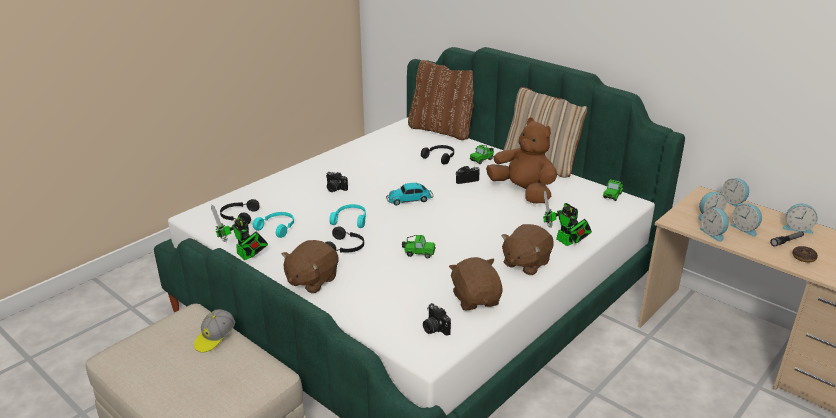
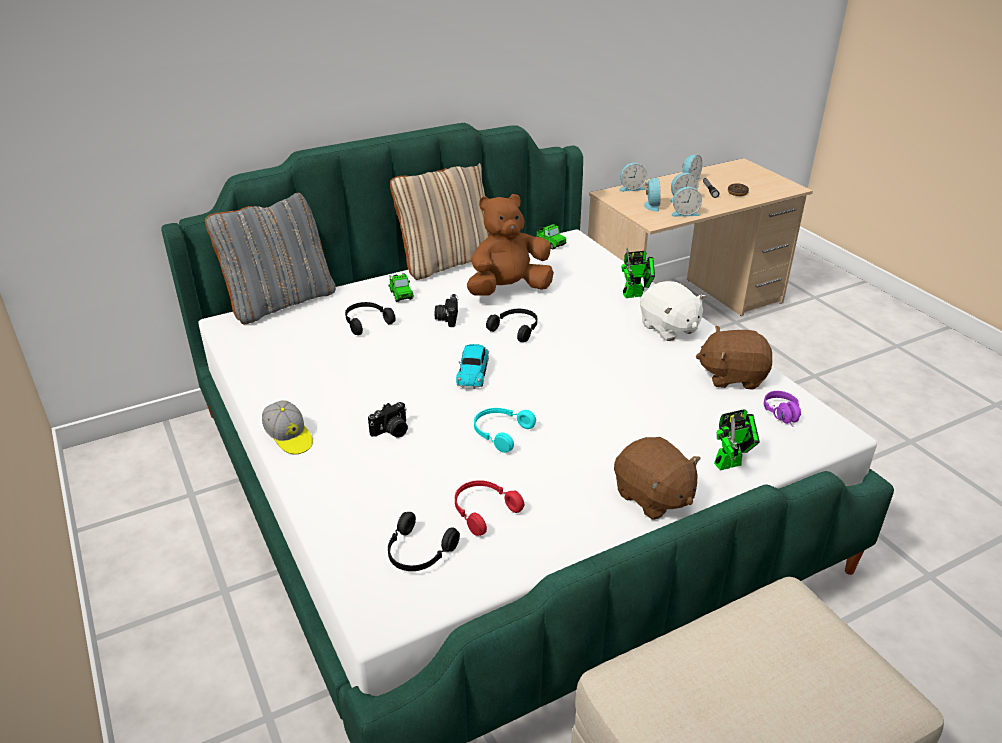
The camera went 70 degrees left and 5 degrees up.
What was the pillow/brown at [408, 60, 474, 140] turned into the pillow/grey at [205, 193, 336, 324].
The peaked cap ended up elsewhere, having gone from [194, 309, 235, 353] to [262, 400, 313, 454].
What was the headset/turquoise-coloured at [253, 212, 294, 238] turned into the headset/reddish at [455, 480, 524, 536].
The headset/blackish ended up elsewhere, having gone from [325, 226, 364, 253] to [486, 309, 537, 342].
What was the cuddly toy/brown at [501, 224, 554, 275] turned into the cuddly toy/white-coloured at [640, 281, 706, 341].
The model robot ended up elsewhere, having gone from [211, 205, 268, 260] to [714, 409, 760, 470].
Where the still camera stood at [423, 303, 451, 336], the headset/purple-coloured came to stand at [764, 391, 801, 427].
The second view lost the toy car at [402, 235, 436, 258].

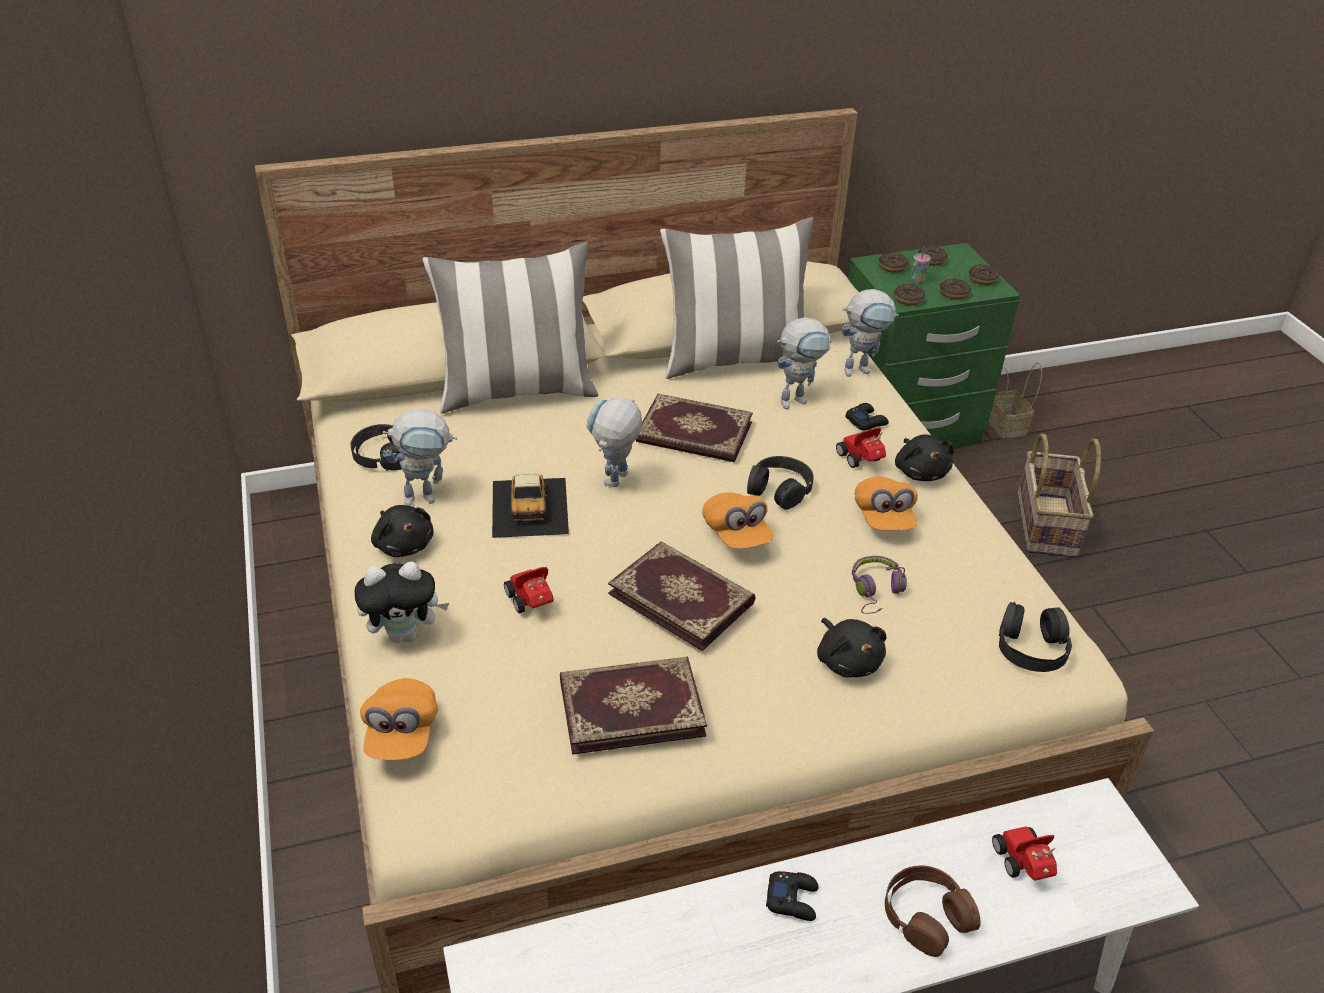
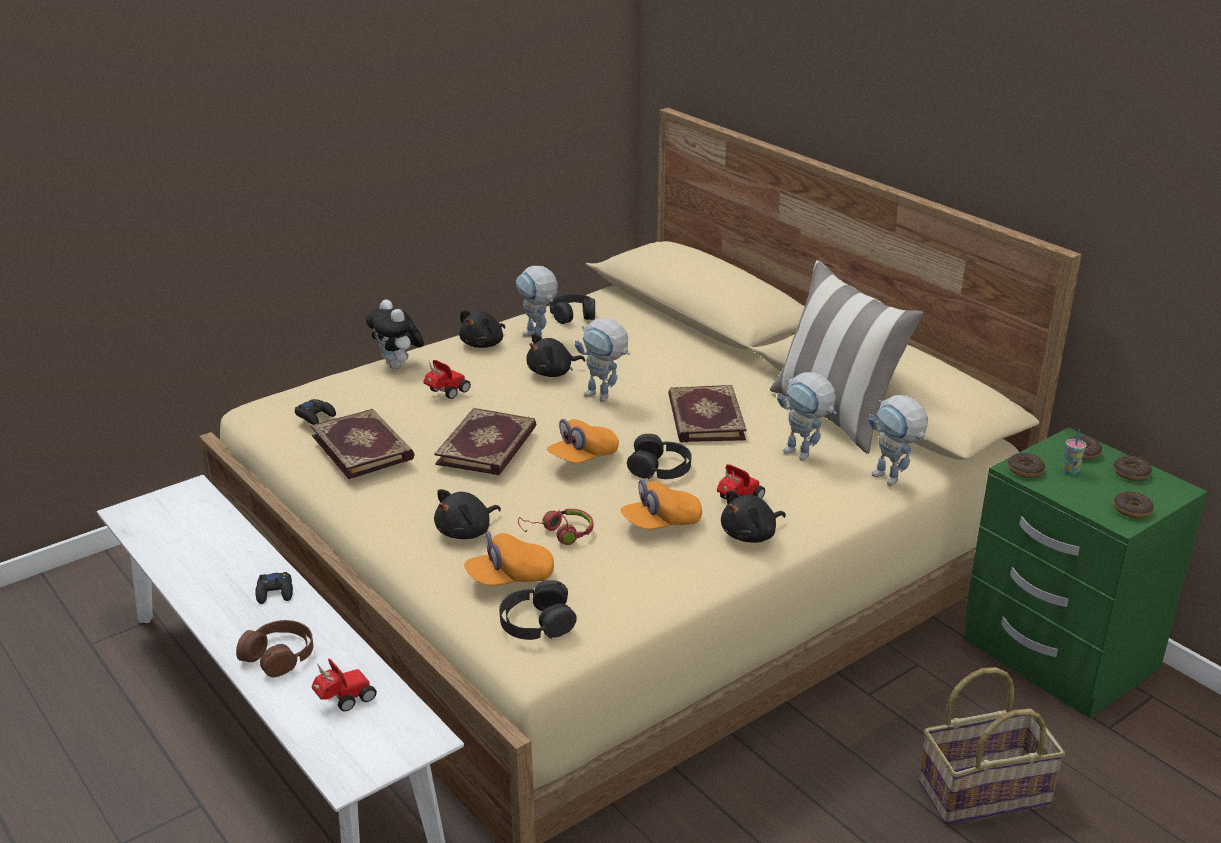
The camera went 70 degrees right and 10 degrees down.
The joypad/blackish ended up elsewhere, having gone from [845, 403, 889, 431] to [295, 399, 336, 425].
The peaked cap/orangey ended up elsewhere, having gone from [360, 678, 438, 760] to [464, 531, 554, 586].
What was the headset/purple-coloured at [852, 556, 907, 614] turned into the headset/reddish at [518, 509, 593, 545].
Where the toy car stood at [492, 473, 569, 538], the cuddly toy/blackish came to stand at [527, 334, 585, 377].
The model robot at [586, 397, 642, 487] ended up facing another way, 150 degrees counterclockwise from before.
The second view lost the pillow at [423, 242, 598, 414].
The second view lost the donut at [940, 278, 971, 300].
The second view lost the household basket at [989, 362, 1042, 438].

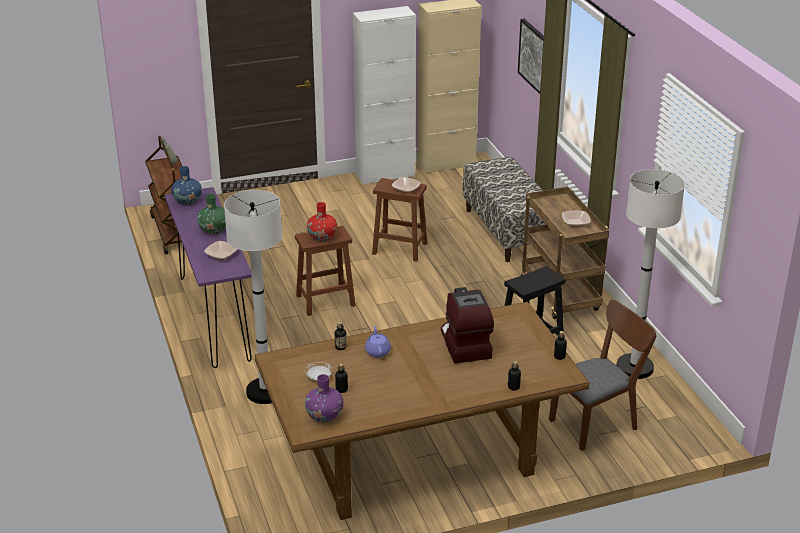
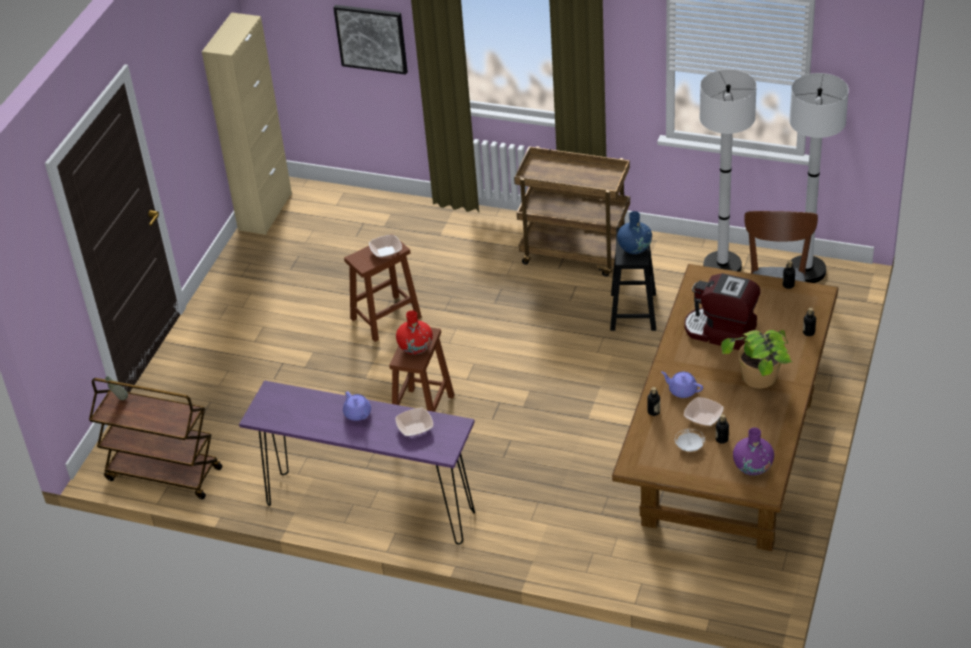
The camera went 50 degrees left and 10 degrees up.
Where the flower vase/green-coloured stood at [197, 194, 226, 234], the tea pot/purple-coloured came to stand at [343, 391, 371, 421].
The flower vase/blue ended up elsewhere, having gone from [171, 166, 202, 205] to [617, 211, 652, 254].
The bowl ended up elsewhere, having gone from [562, 211, 590, 227] to [684, 397, 724, 426].
The second view gained the plant in a pot at [721, 330, 792, 388].
The standard lamp/white-coloured ended up elsewhere, having gone from [224, 190, 282, 404] to [789, 73, 849, 283].
The second view lost the cupboard/white-coloured at [353, 6, 416, 185].
The second view lost the long seat at [463, 157, 545, 262].

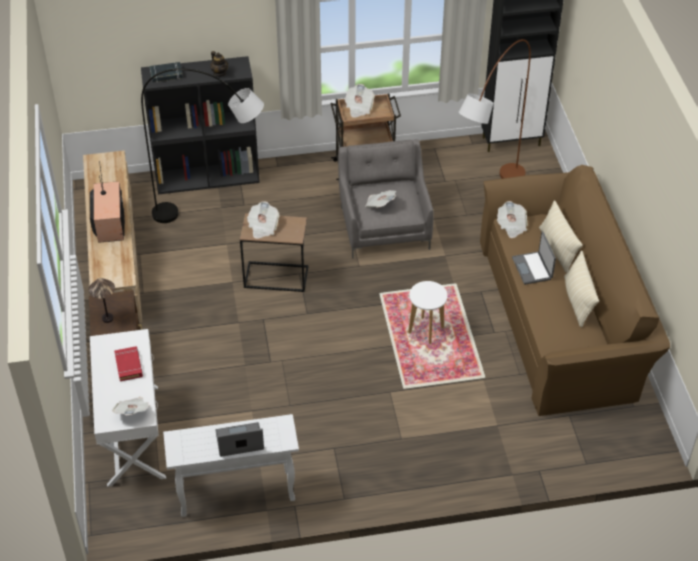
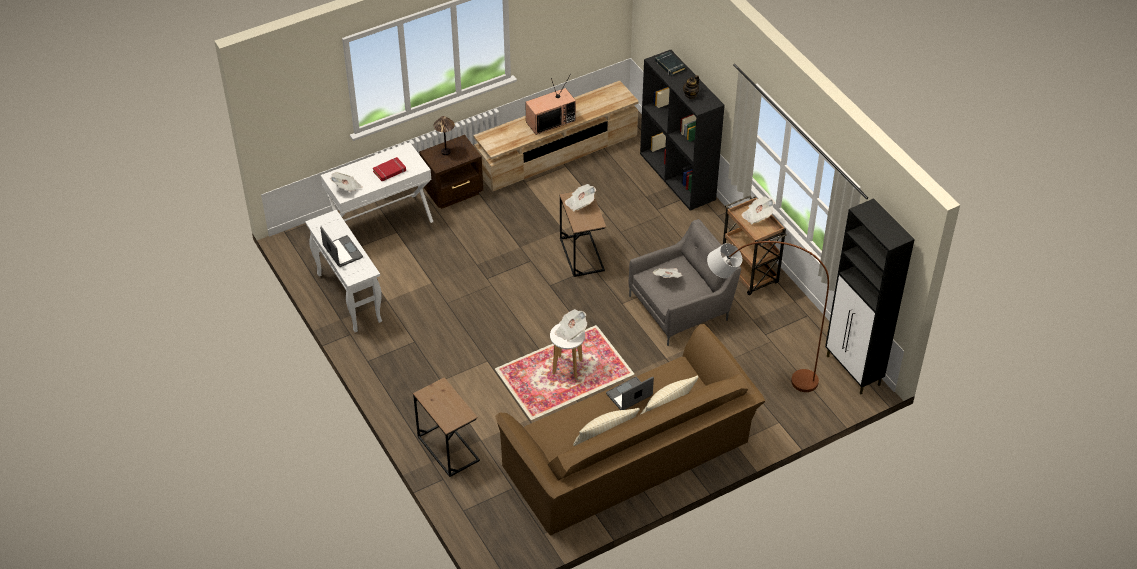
The camera went 70 degrees right and 0 degrees up.
The second view gained the accent table/brown at [413, 377, 480, 477].
The newspaper ended up elsewhere, having gone from [497, 201, 528, 238] to [555, 309, 587, 342].
The second view lost the standard lamp/grey at [141, 68, 264, 223].

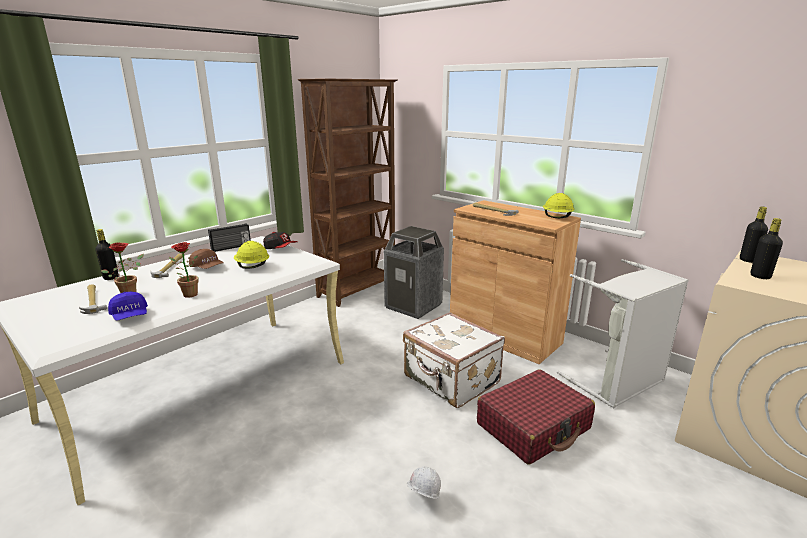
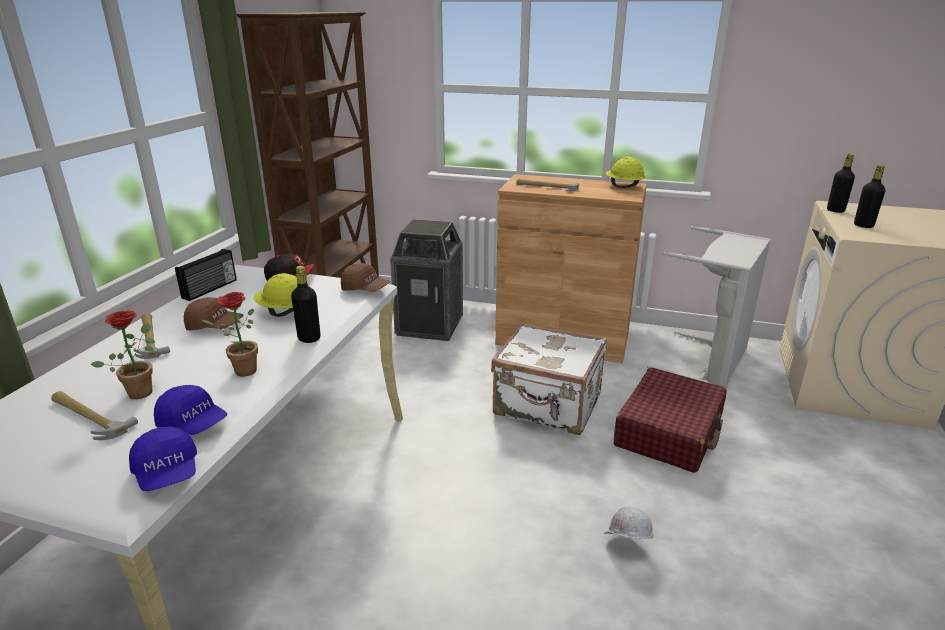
The camera went 25 degrees left and 5 degrees up.
The second view gained the peaked cap/blue at [129, 426, 197, 491].
The bottle/blackish ended up elsewhere, having gone from [95, 229, 119, 280] to [291, 266, 320, 343].
The second view gained the peaked cap/brown at [341, 263, 391, 291].

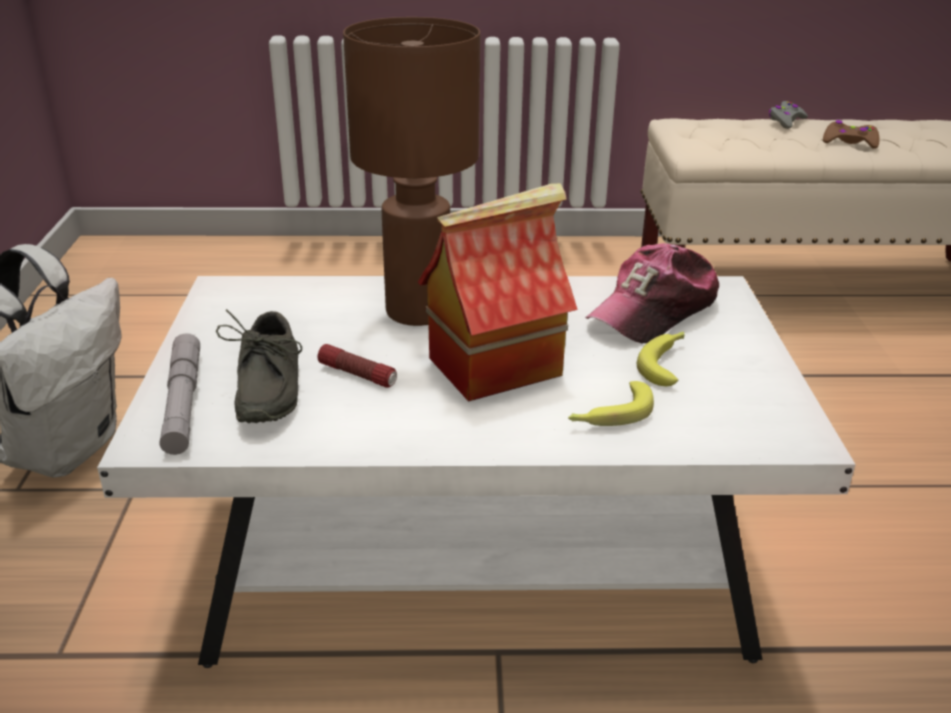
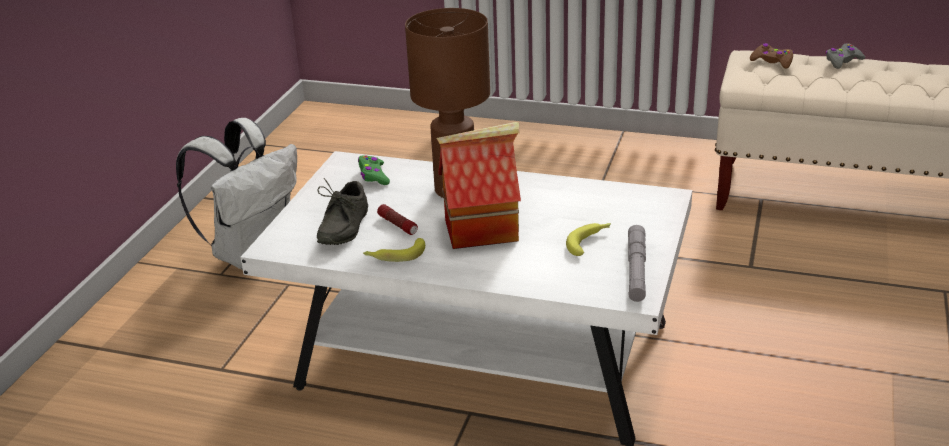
The camera went 20 degrees right and 0 degrees up.
The second view gained the joypad/green-coloured at [358, 155, 390, 185].
The whole banana ended up elsewhere, having gone from [568, 381, 654, 426] to [363, 238, 425, 262].
The hand torch/grey ended up elsewhere, having gone from [159, 334, 200, 455] to [628, 225, 646, 302].
The joypad/brown ended up elsewhere, having gone from [823, 120, 879, 148] to [750, 43, 794, 69].
The second view lost the peaked cap at [585, 243, 719, 344].

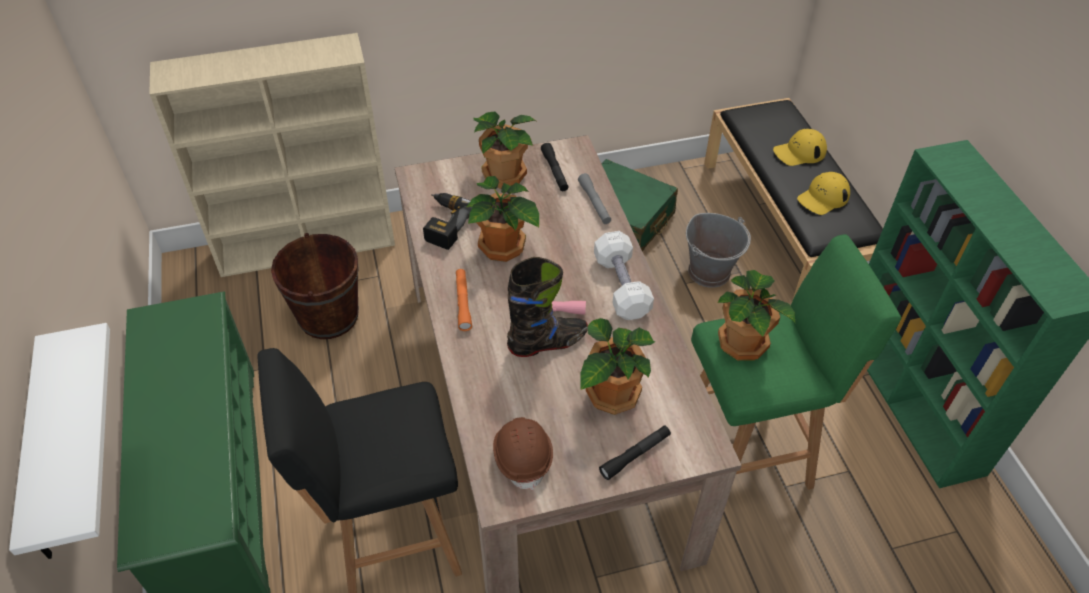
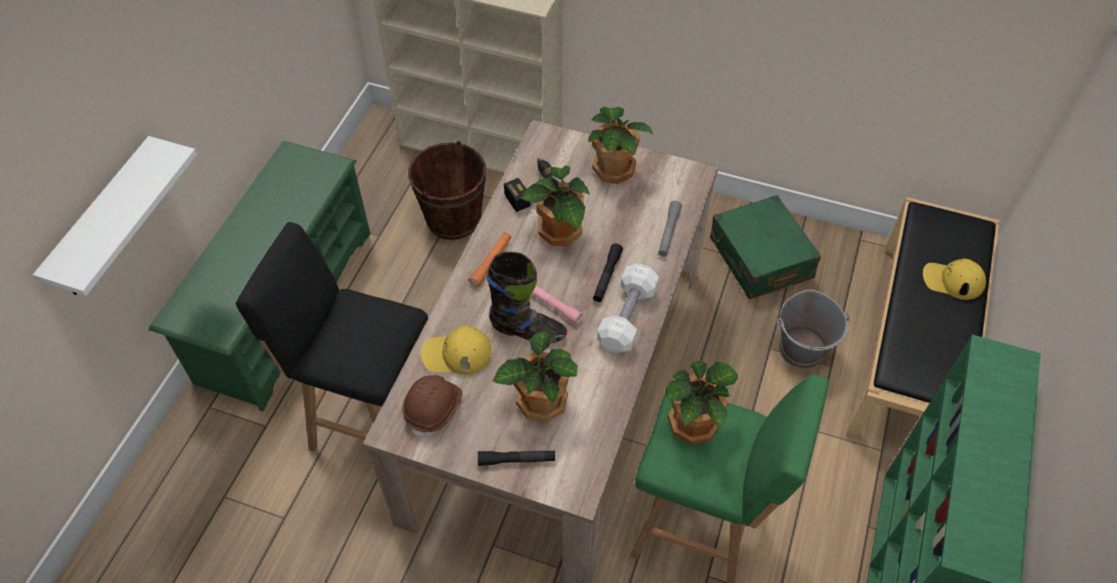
The camera went 35 degrees right and 5 degrees up.
The peaked cap/yellow-coloured ended up elsewhere, having gone from [797, 172, 850, 215] to [421, 326, 493, 375].
The hand torch/blackish ended up elsewhere, having gone from [541, 143, 568, 191] to [593, 244, 623, 302].

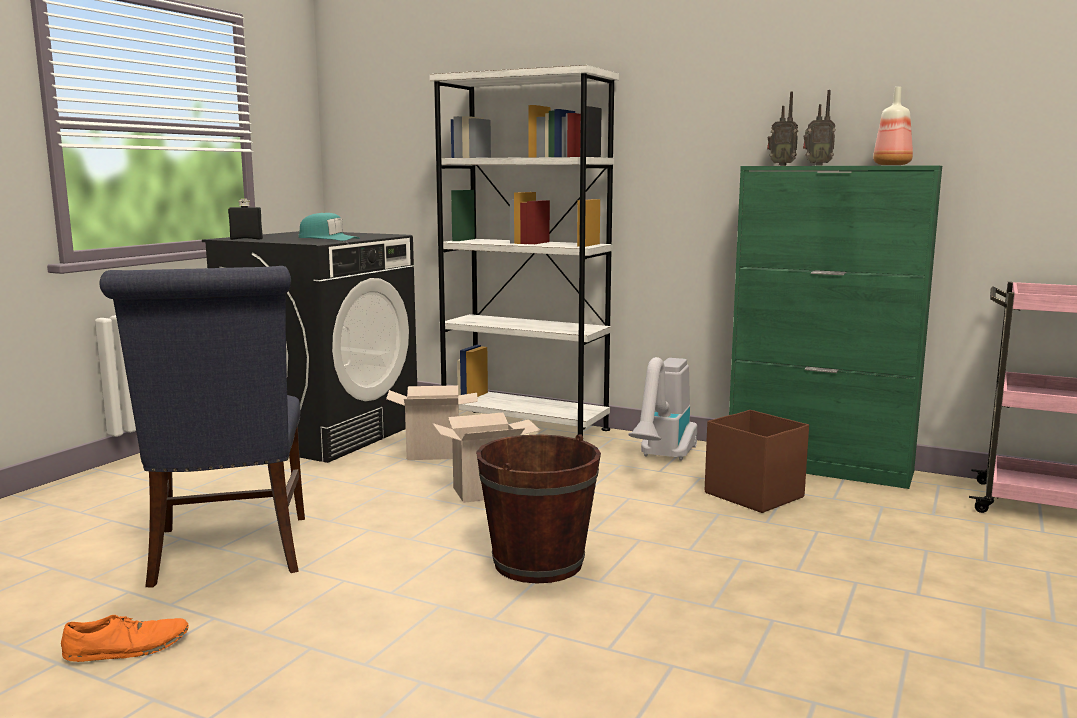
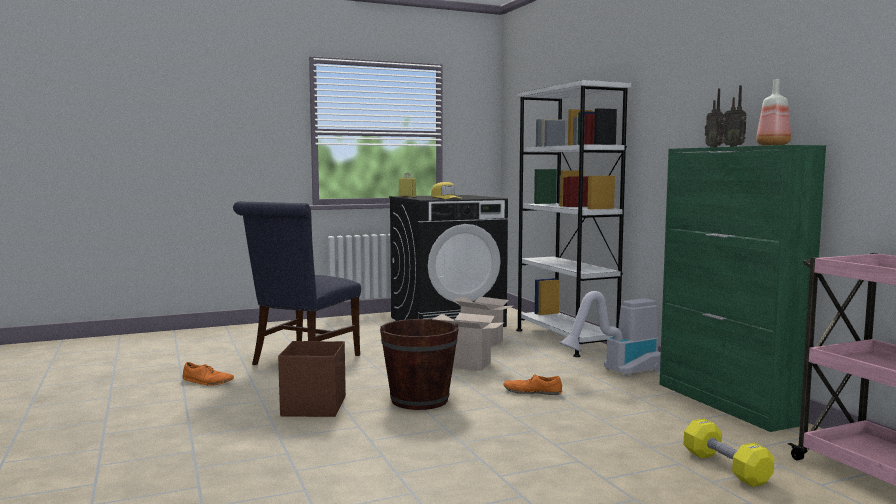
The camera went 40 degrees right and 5 degrees down.
The storage bin/brown ended up elsewhere, having gone from [705, 410, 809, 513] to [278, 341, 346, 417].
What was the bottle/blackish at [228, 199, 263, 240] turned into the bottle/yellow-coloured at [399, 173, 416, 197].
What was the peaked cap/turquoise-coloured at [299, 213, 360, 241] turned into the peaked cap/yellow-coloured at [431, 182, 462, 199].
The second view gained the shoe/orangey at [503, 375, 562, 395].
The second view gained the free weight/yellow-coloured at [684, 419, 774, 487].

